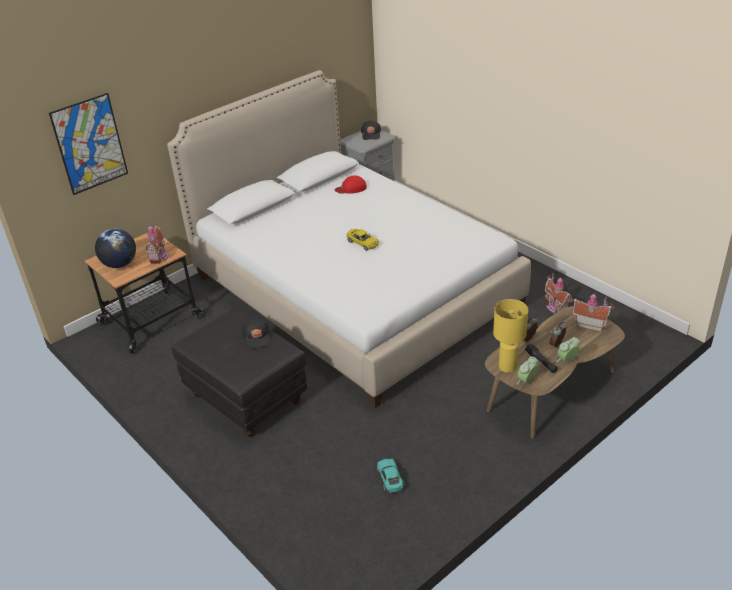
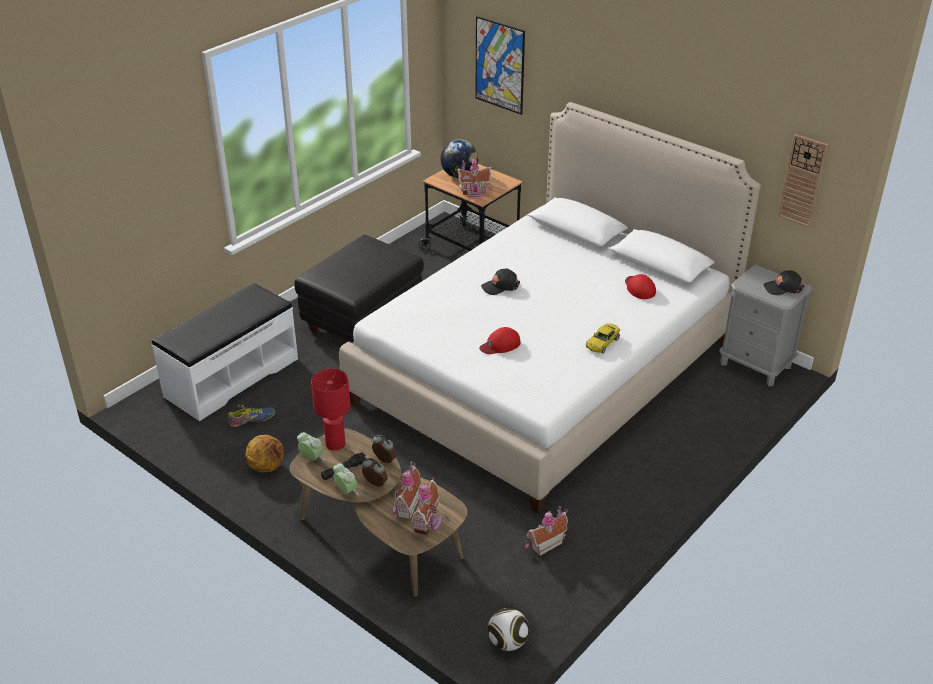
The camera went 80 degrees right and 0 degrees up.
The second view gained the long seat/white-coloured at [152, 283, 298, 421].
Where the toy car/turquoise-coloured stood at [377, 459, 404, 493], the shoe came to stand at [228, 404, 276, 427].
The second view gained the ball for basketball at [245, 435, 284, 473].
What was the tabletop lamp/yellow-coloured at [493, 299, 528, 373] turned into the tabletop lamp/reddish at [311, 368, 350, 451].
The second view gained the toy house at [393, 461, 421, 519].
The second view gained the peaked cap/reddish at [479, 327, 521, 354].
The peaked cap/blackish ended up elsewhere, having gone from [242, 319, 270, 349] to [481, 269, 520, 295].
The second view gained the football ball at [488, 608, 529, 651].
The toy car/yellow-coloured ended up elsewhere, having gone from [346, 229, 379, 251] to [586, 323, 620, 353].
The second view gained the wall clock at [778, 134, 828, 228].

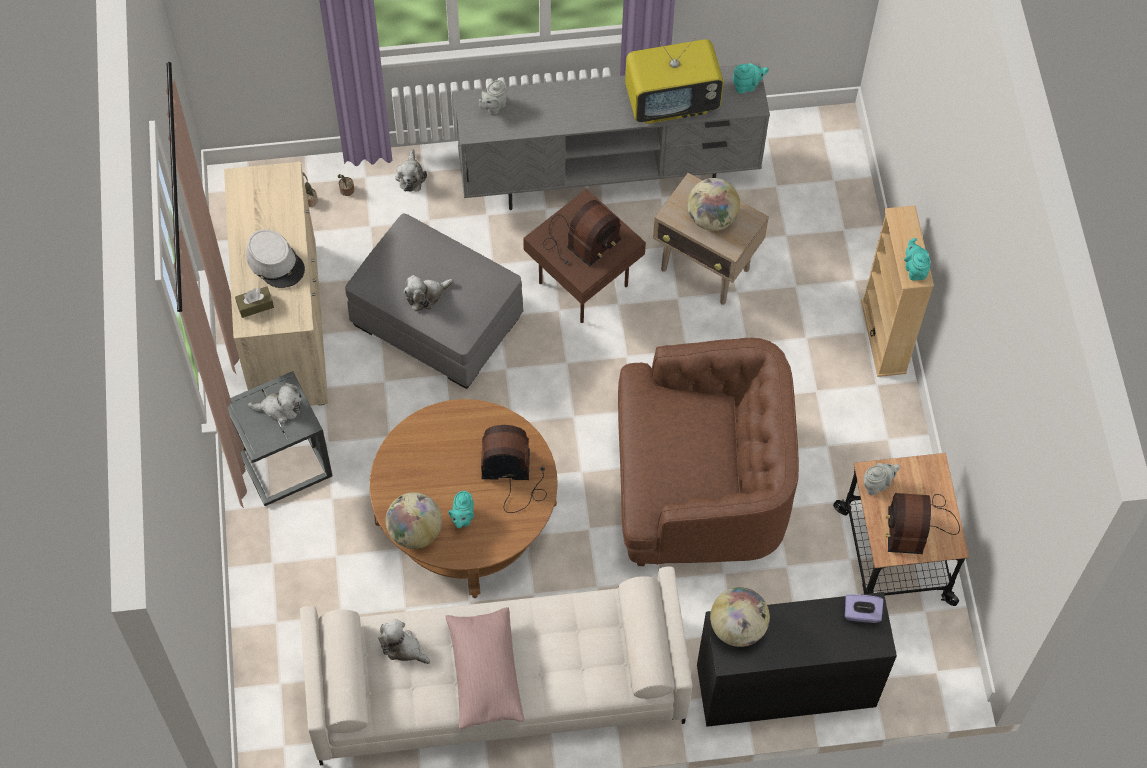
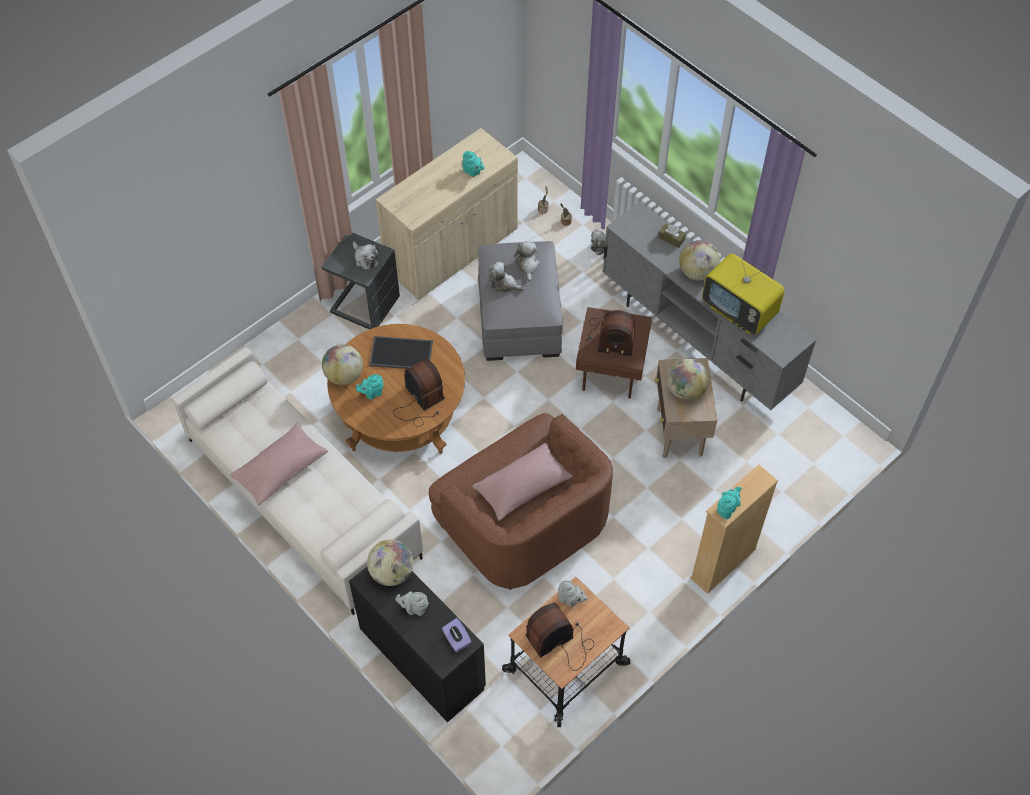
The camera went 55 degrees right and 5 degrees down.
The second view gained the serving tray at [369, 336, 433, 369].
The tea pot/grey ended up elsewhere, having gone from [479, 80, 507, 115] to [396, 591, 429, 616].
The tea pot/turquoise-coloured ended up elsewhere, having gone from [733, 63, 769, 94] to [462, 151, 485, 177].
The second view gained the pillow/pink at [472, 443, 573, 521].
The cuddly toy ended up elsewhere, having gone from [378, 619, 430, 664] to [514, 241, 540, 281].
The tissue holder/brown ended up elsewhere, having gone from [235, 286, 274, 318] to [658, 223, 686, 248].
The second view gained the world globe at [679, 240, 720, 281].
The second view lost the wearable hat/grey at [246, 229, 305, 288].

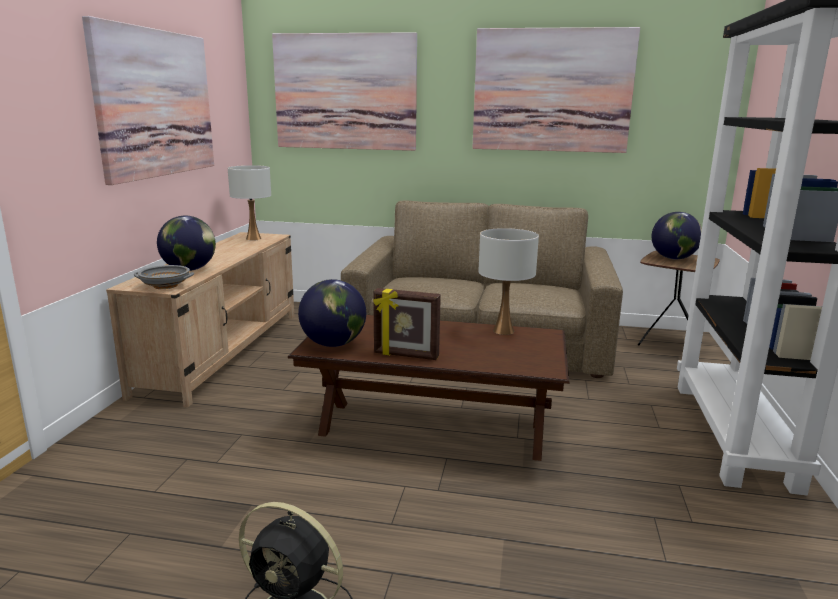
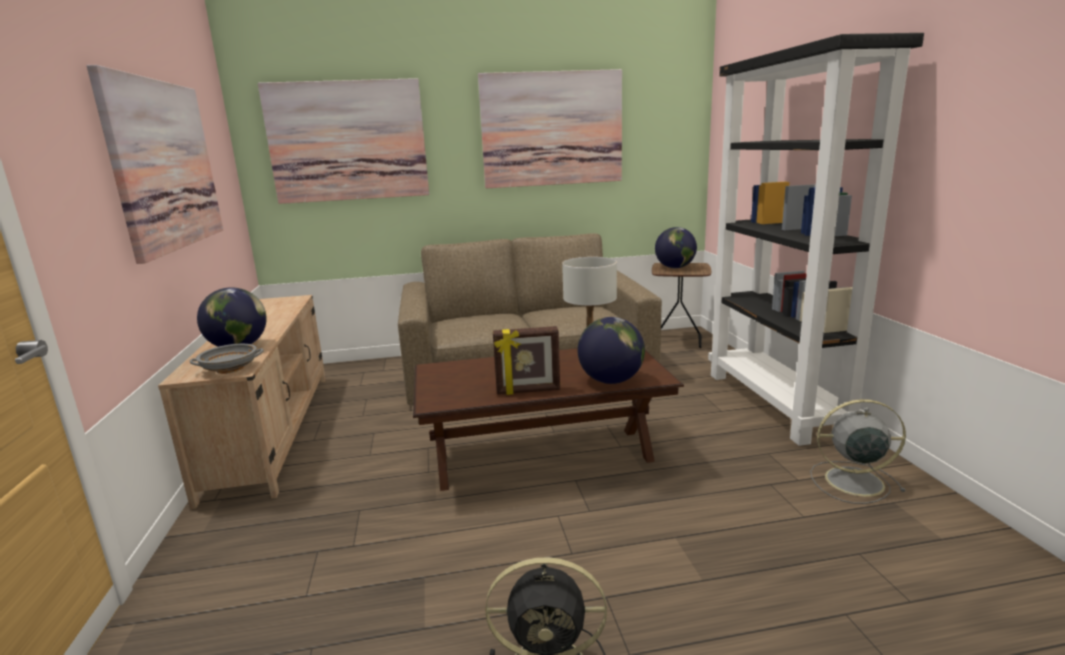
The camera went 20 degrees left and 0 degrees up.
The world globe ended up elsewhere, having gone from [298, 279, 366, 347] to [577, 317, 645, 384].
The second view gained the electric fan/grey at [810, 399, 906, 504].
The second view lost the tabletop lamp/white-coloured at [228, 165, 271, 241].

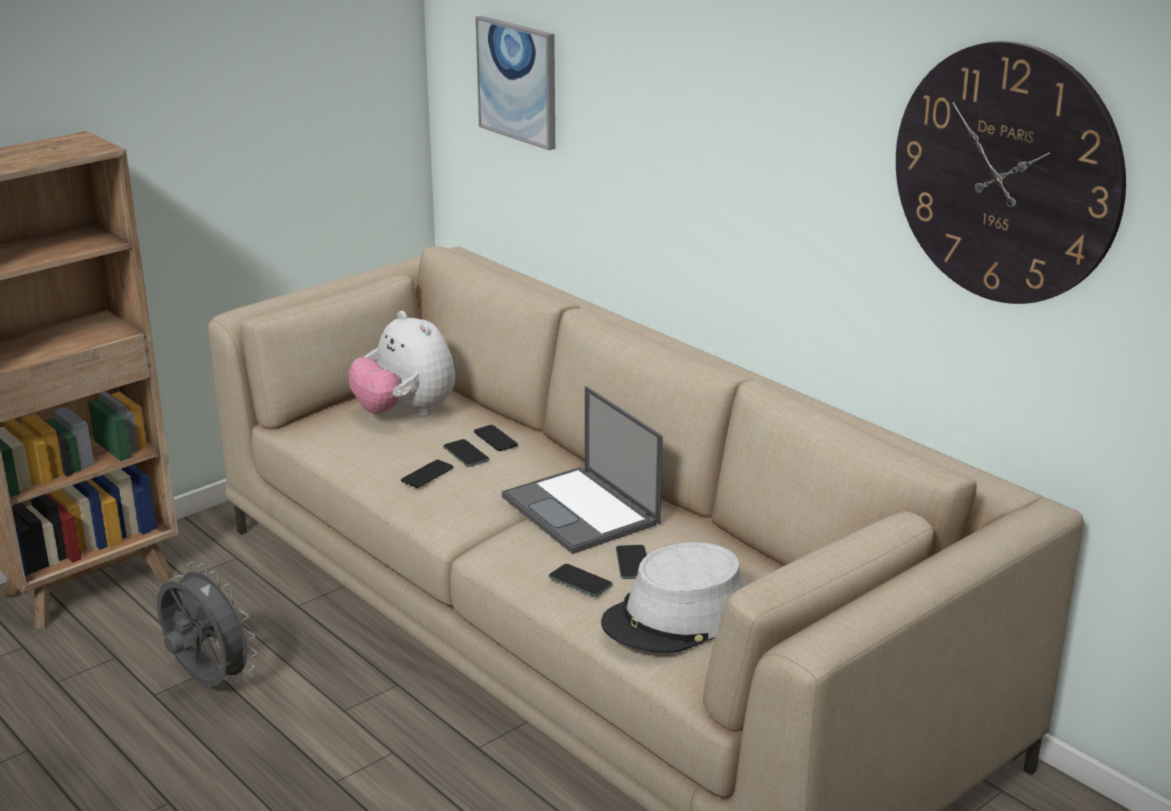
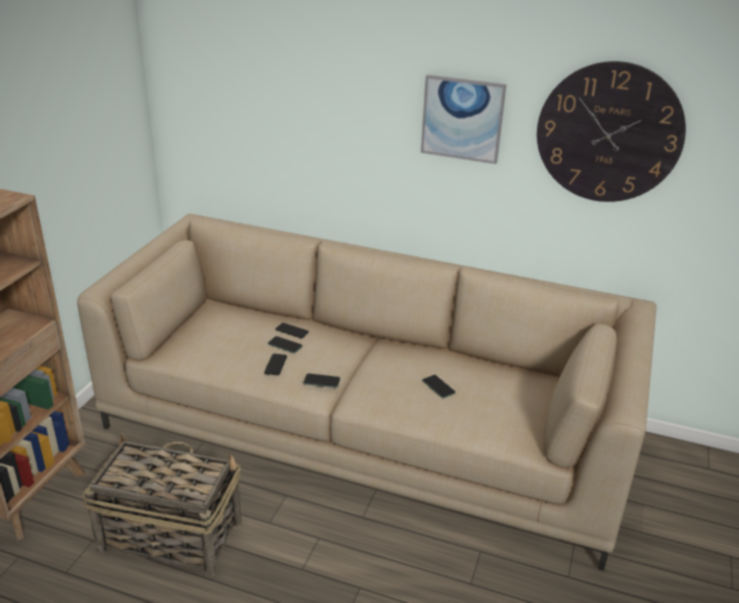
The camera went 30 degrees left and 5 degrees up.
Where the electric fan/grey stood at [157, 562, 257, 687], the household basket came to stand at [82, 433, 241, 577].
The phone ended up elsewhere, having gone from [549, 564, 613, 597] to [303, 373, 340, 388].
The wall picture ended up elsewhere, having gone from [475, 16, 555, 150] to [421, 75, 506, 164].
The second view lost the cuddly toy at [349, 311, 455, 416].
The second view lost the notebook computer at [502, 386, 663, 554].
The second view lost the wearable hat/grey at [601, 542, 744, 653].

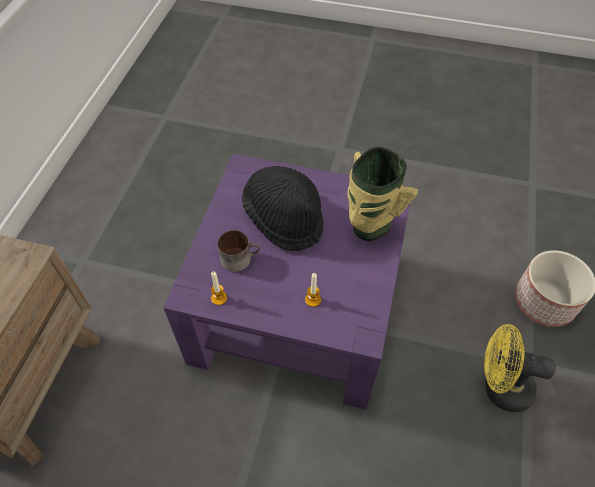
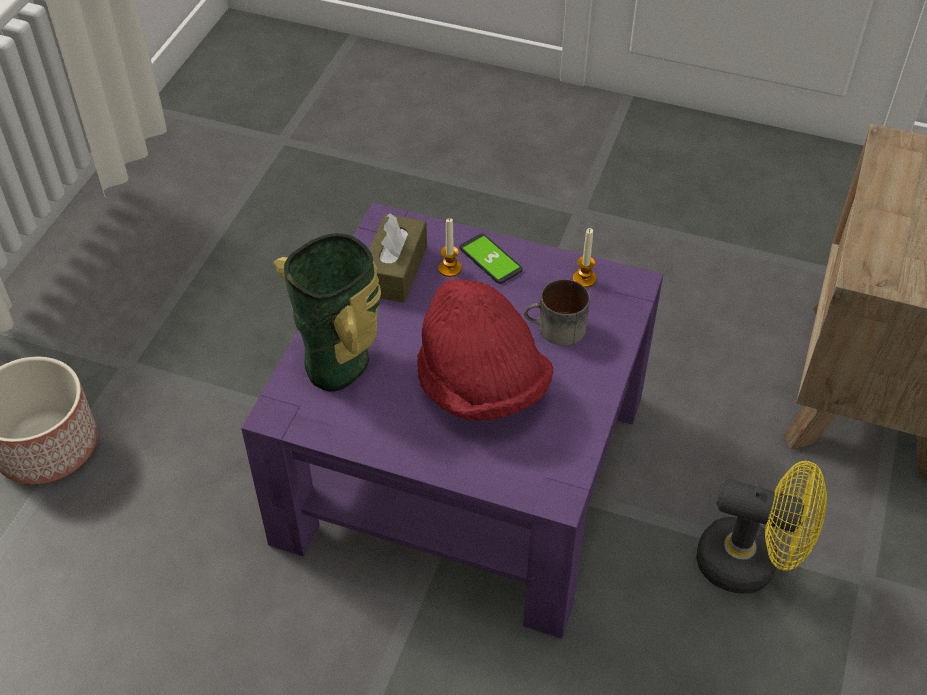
The camera went 175 degrees left and 5 degrees down.
The second view gained the tissue holder/brown at [369, 213, 427, 303].
What was the wearable hat/blackish at [242, 166, 324, 251] turned into the wearable hat/reddish at [417, 279, 554, 421].
The second view gained the phone at [459, 233, 523, 284].
The electric fan/yellow-coloured ended up elsewhere, having gone from [484, 324, 556, 412] to [696, 461, 827, 594].

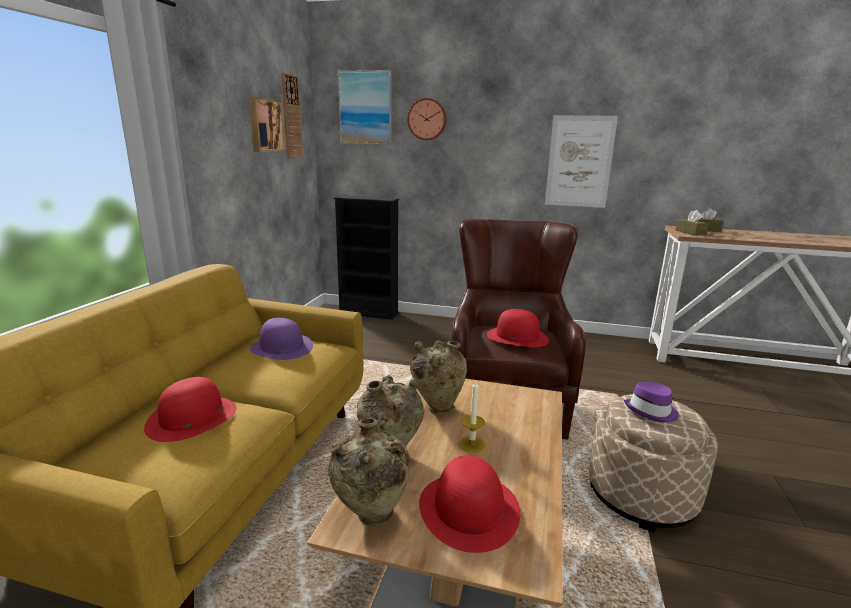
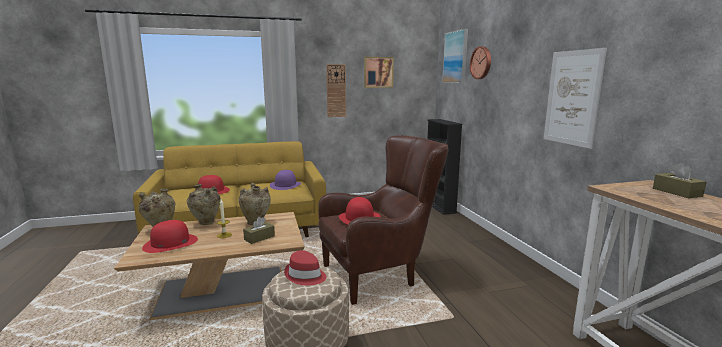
The camera went 60 degrees right and 5 degrees down.
The tissue holder/brown ended up elsewhere, having gone from [676, 210, 709, 235] to [243, 217, 275, 244].
What was the wearable hat/purple-coloured at [624, 382, 679, 422] turned into the wearable hat/reddish at [284, 250, 326, 285].
The wall clock ended up elsewhere, having gone from [281, 72, 303, 158] to [326, 64, 346, 117].

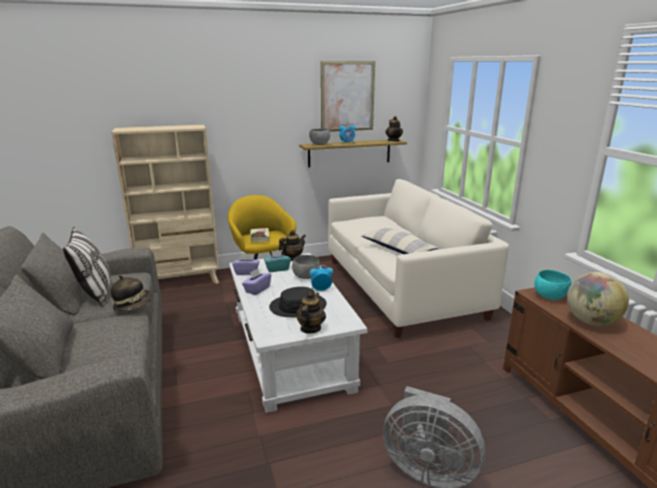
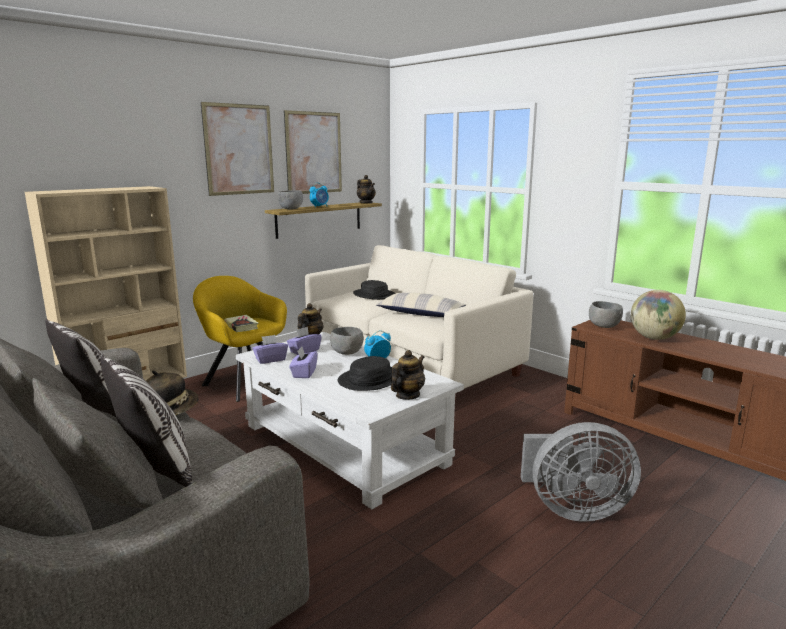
The camera went 25 degrees left and 5 degrees down.
The second view gained the pillow at [101, 355, 192, 487].
The second view gained the wall picture at [201, 102, 274, 196].
What was the tissue holder/turquoise-coloured at [264, 250, 291, 272] turned into the tissue holder/purple-coloured at [287, 327, 322, 355].
The second view gained the wearable hat/blackish at [353, 280, 395, 300].
The tea pot at [296, 292, 326, 334] ended up facing another way, 45 degrees clockwise from before.
What was the bowl/turquoise-coloured at [534, 270, 571, 300] turned into the bowl/grey at [589, 301, 623, 328].

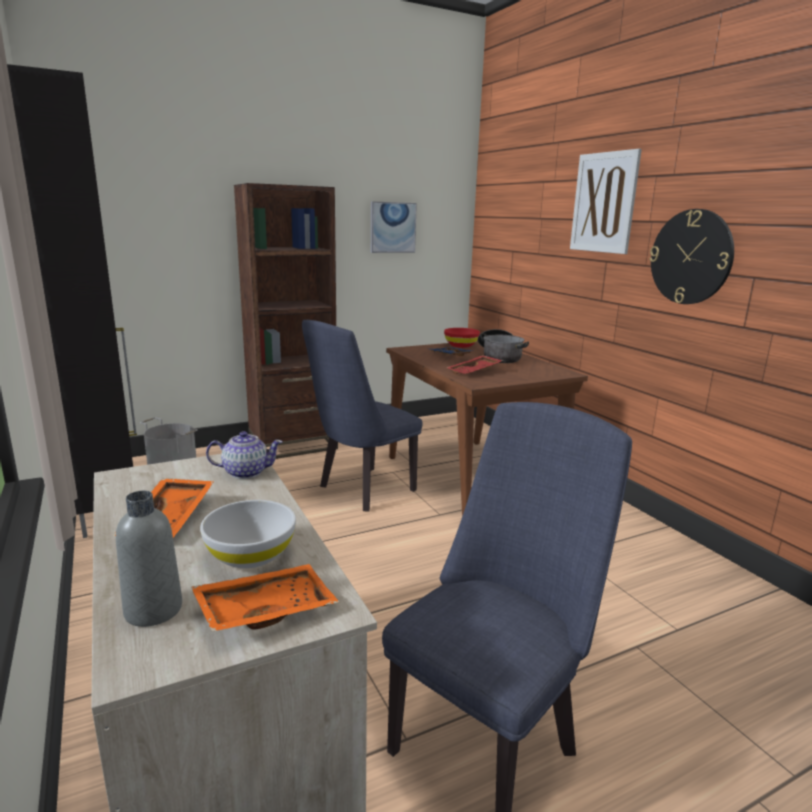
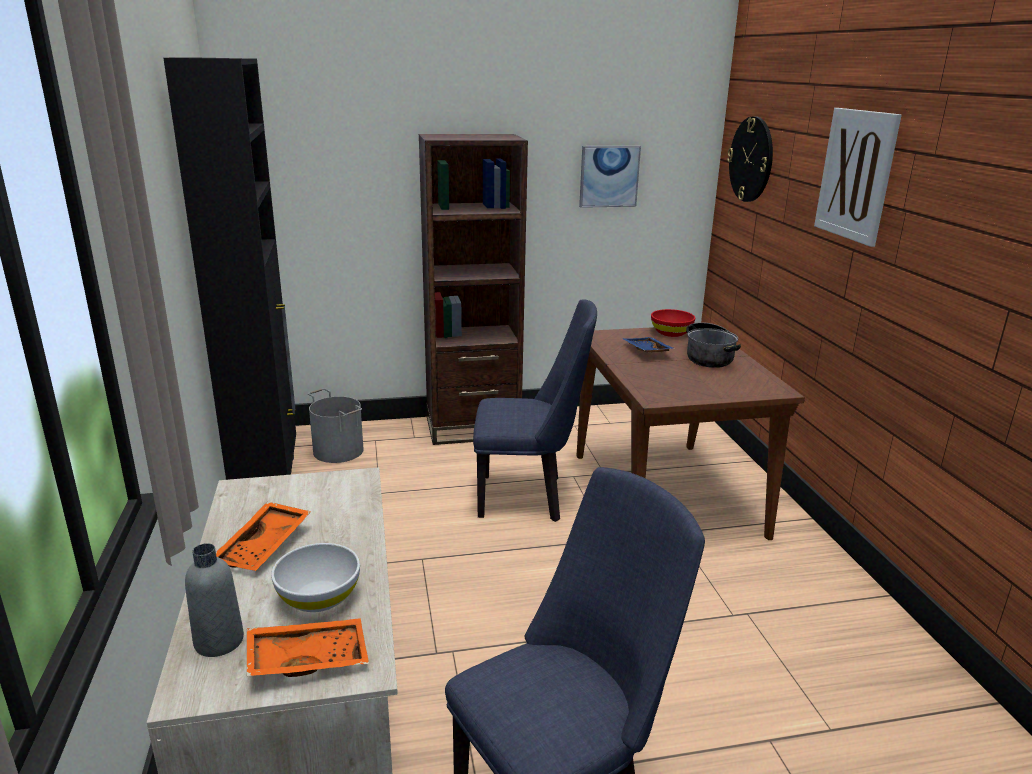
The camera went 15 degrees right and 5 degrees up.
The plain chair/blue at [302, 320, 423, 512] ended up facing another way, 150 degrees counterclockwise from before.
The wall clock ended up elsewhere, having gone from [649, 209, 734, 304] to [727, 116, 773, 202].
The second view lost the tea pot at [206, 431, 283, 479].
The second view lost the serving tray/reddish at [447, 355, 503, 374].

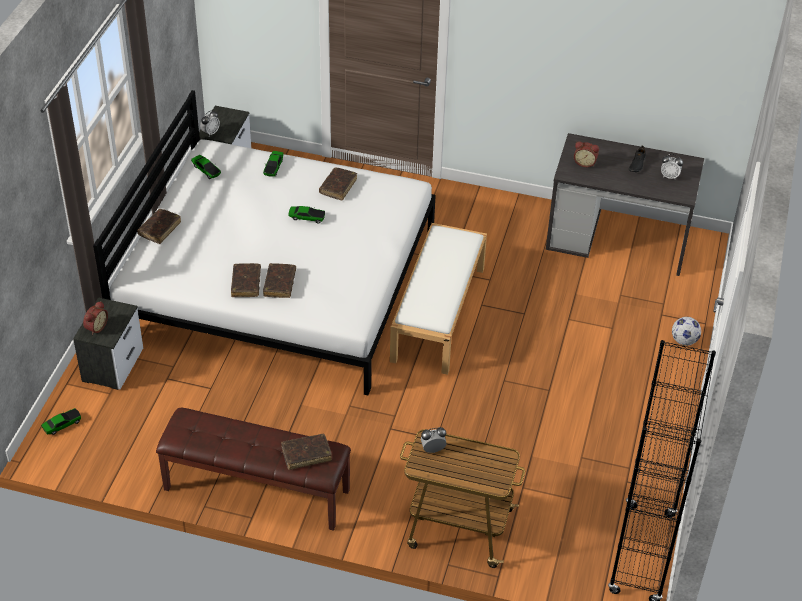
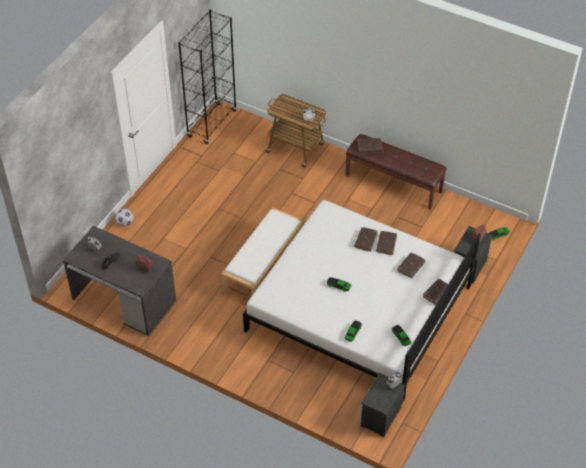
The camera went 165 degrees left and 5 degrees up.
The book/brown ended up elsewhere, having gone from [319, 168, 357, 200] to [397, 252, 425, 278].

